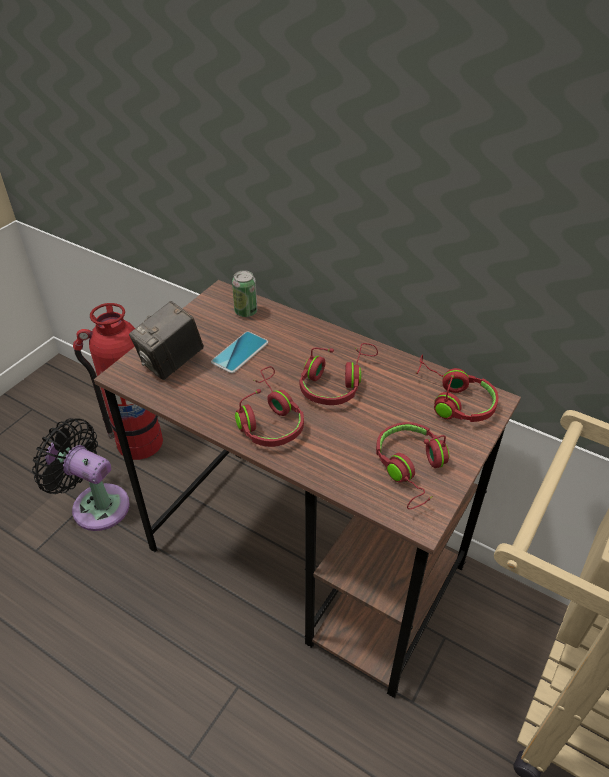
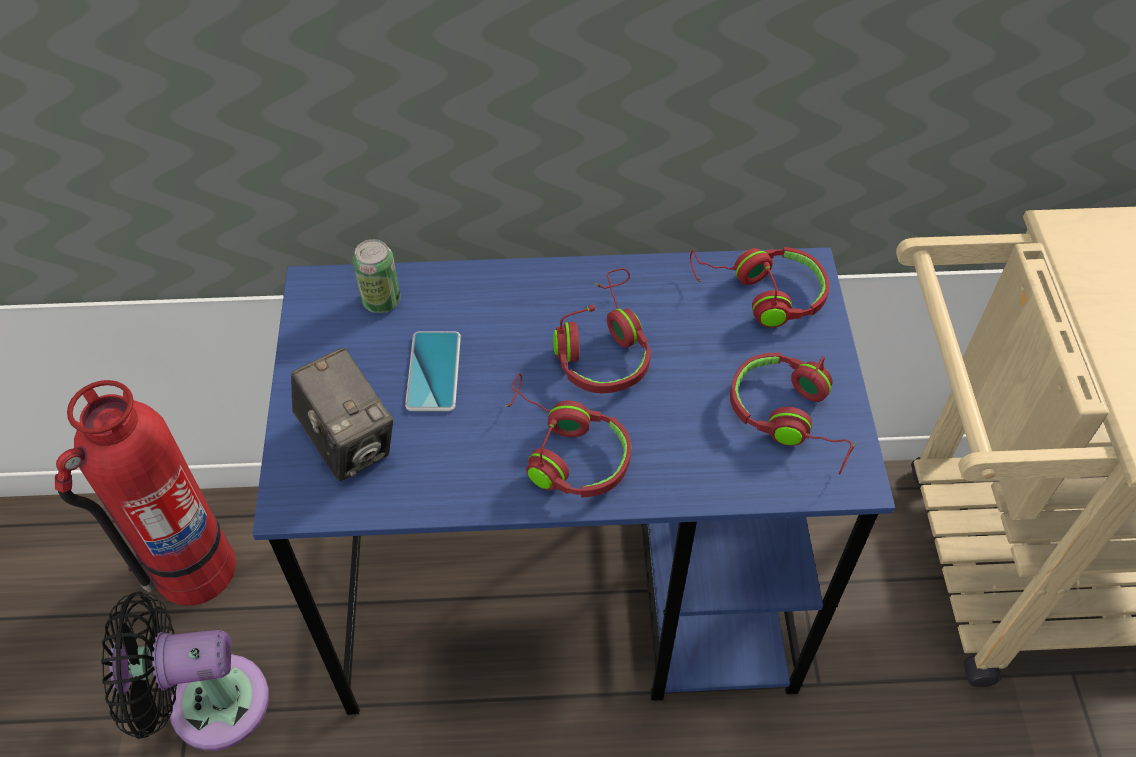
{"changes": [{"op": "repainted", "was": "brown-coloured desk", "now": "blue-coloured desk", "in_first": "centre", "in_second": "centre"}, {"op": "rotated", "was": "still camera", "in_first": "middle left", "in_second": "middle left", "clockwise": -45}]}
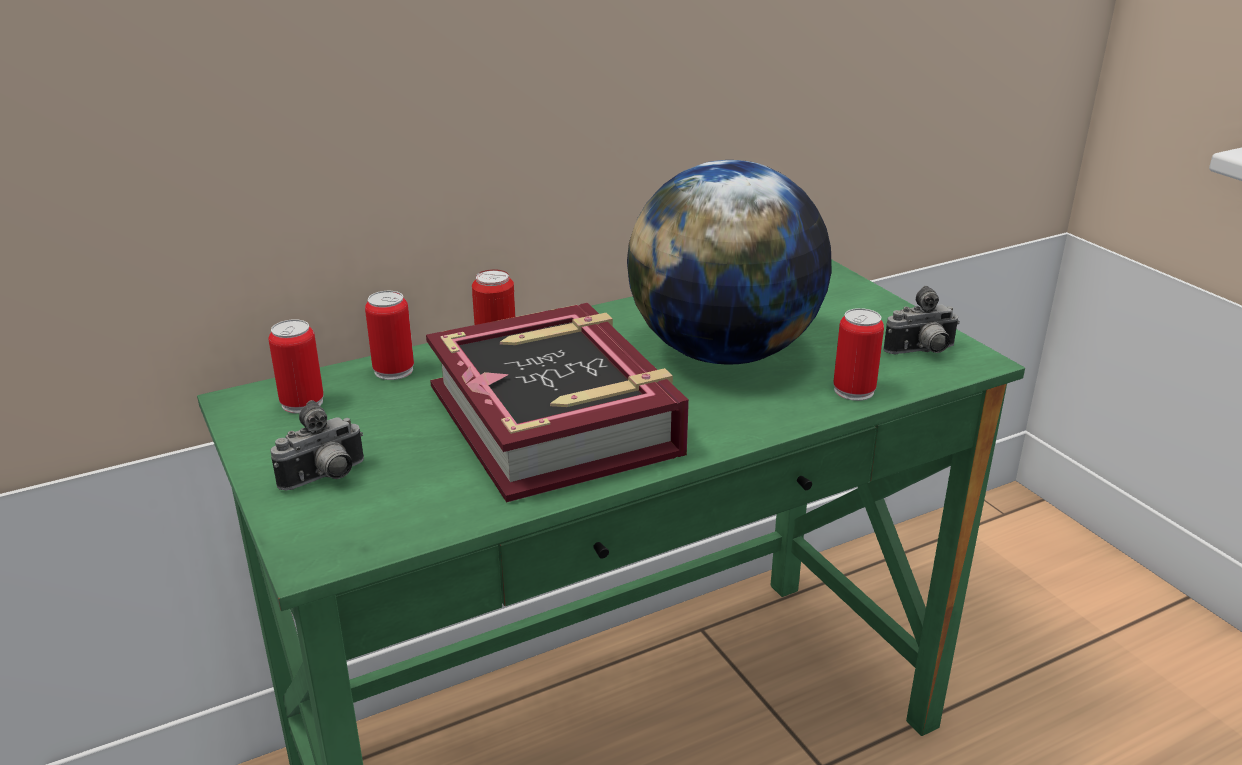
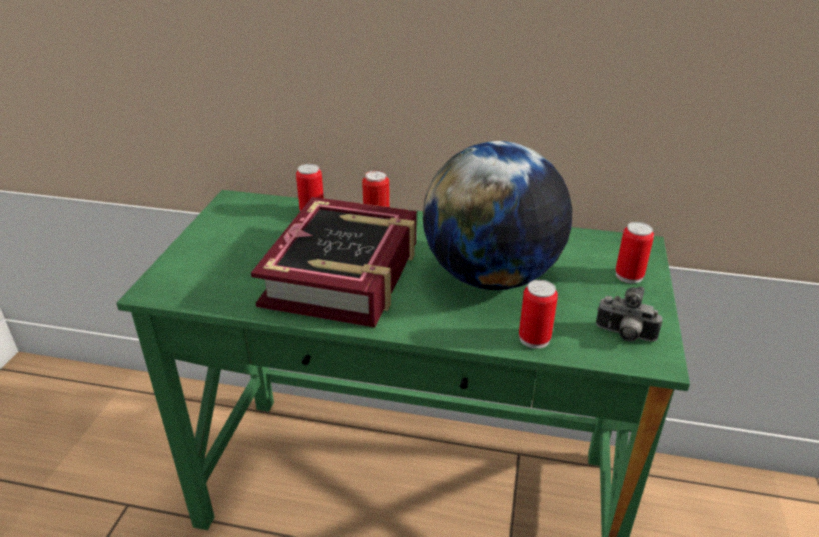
{"changes": [{"op": "shifted", "was": "metal can (no. 1 from left in the first image)", "now": "metal can (no. 4 from left)", "in_first": "middle left", "in_second": "middle right"}, {"op": "gone", "was": "still camera (no. 1 from left)", "in_first": "middle left"}]}
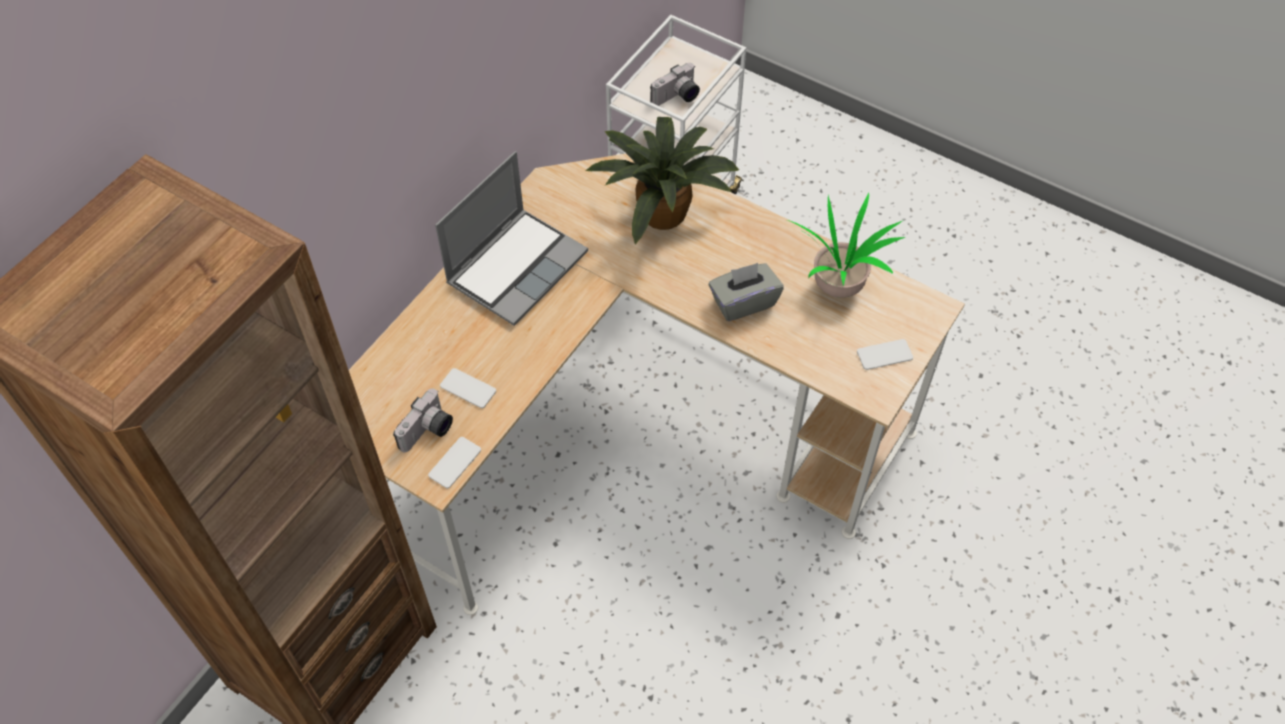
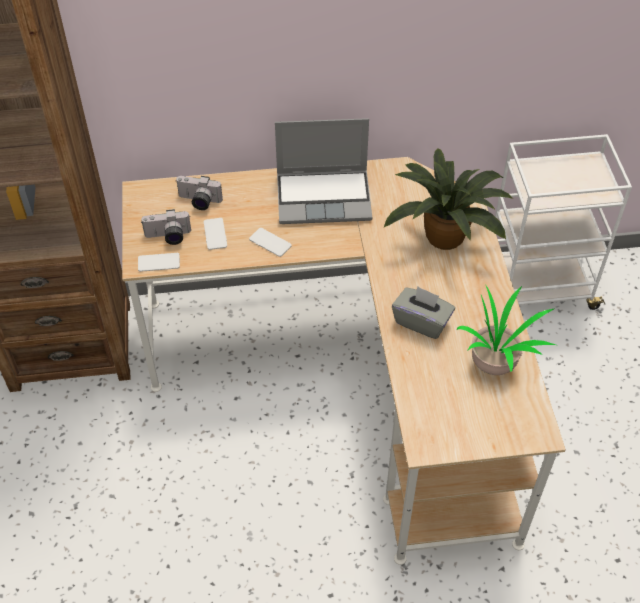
{"changes": [{"op": "shifted", "was": "still camera (no. 2 from left)", "in_first": "top centre", "in_second": "top left"}, {"op": "shifted", "was": "phone (no. 3 from left)", "in_first": "middle right", "in_second": "centre"}]}
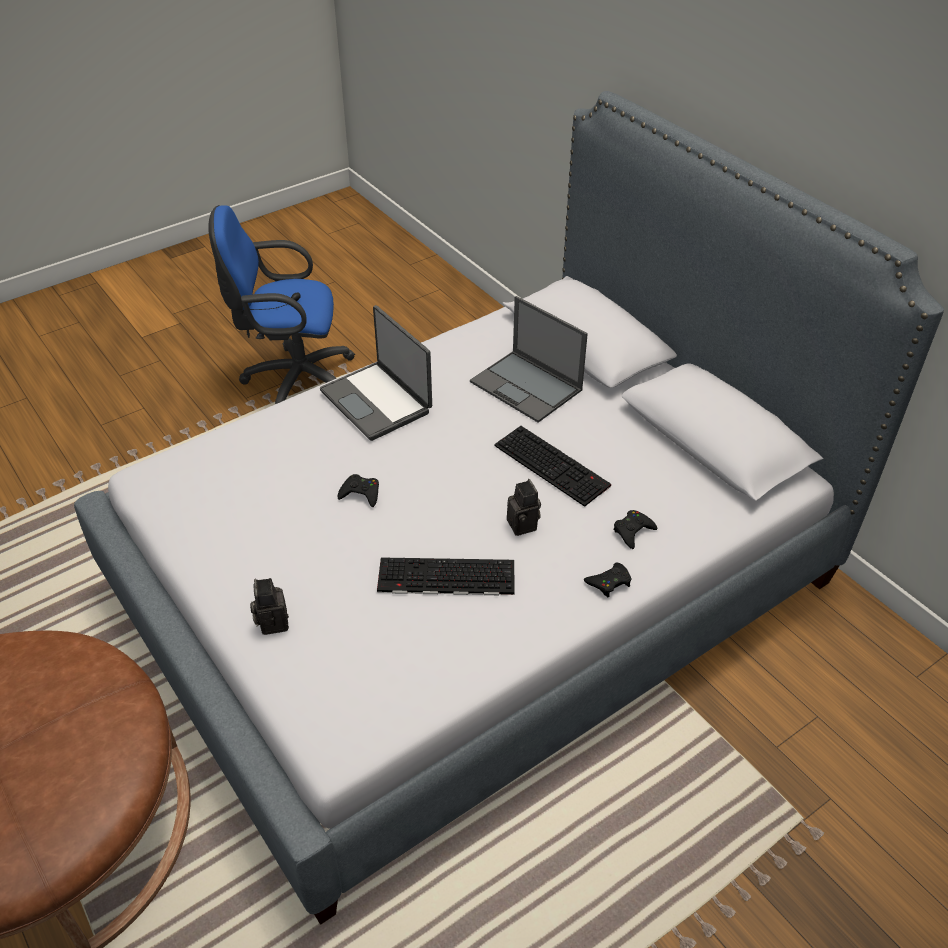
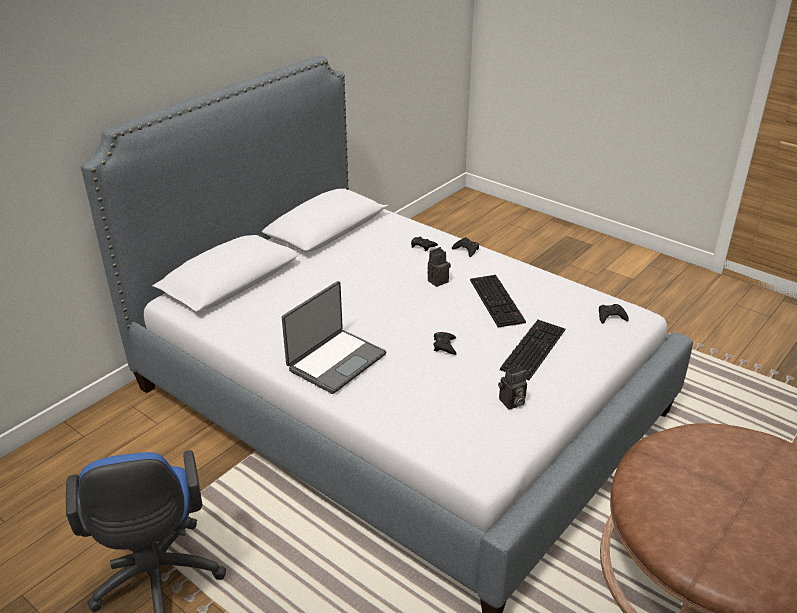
{"changes": [{"op": "shifted", "was": "still camera (no. 1 from left in the first image)", "now": "still camera (no. 2 from left)", "in_first": "middle left", "in_second": "centre"}, {"op": "shifted", "was": "computer keyboard (no. 2 from left)", "in_first": "centre", "in_second": "middle right"}, {"op": "new", "now": "black gamepad (no. 4 from left)", "in_second": "middle right"}, {"op": "gone", "was": "portable computer (no. 2 from left)", "in_first": "centre"}]}
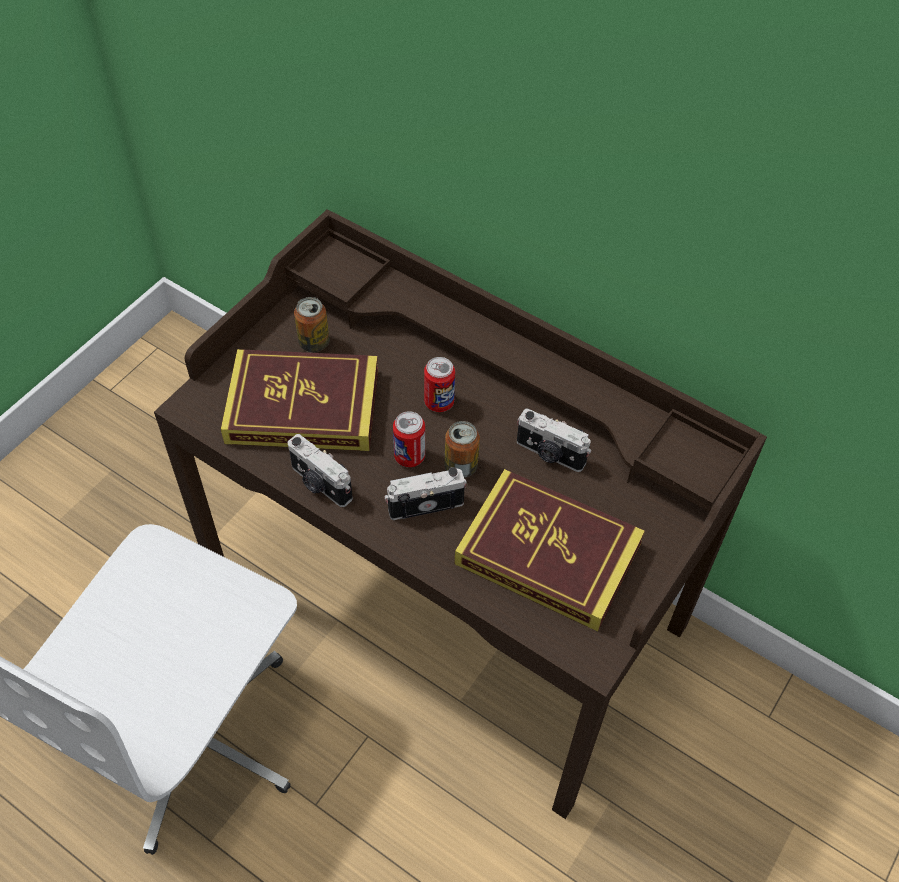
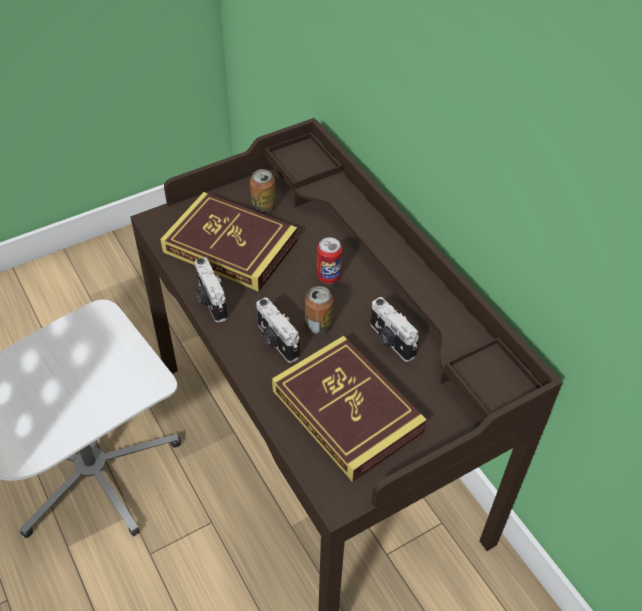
{"changes": [{"op": "rotated", "was": "still camera (no. 2 from left)", "in_first": "centre", "in_second": "centre", "clockwise": -135}, {"op": "gone", "was": "metal can (no. 2 from left)", "in_first": "centre"}]}
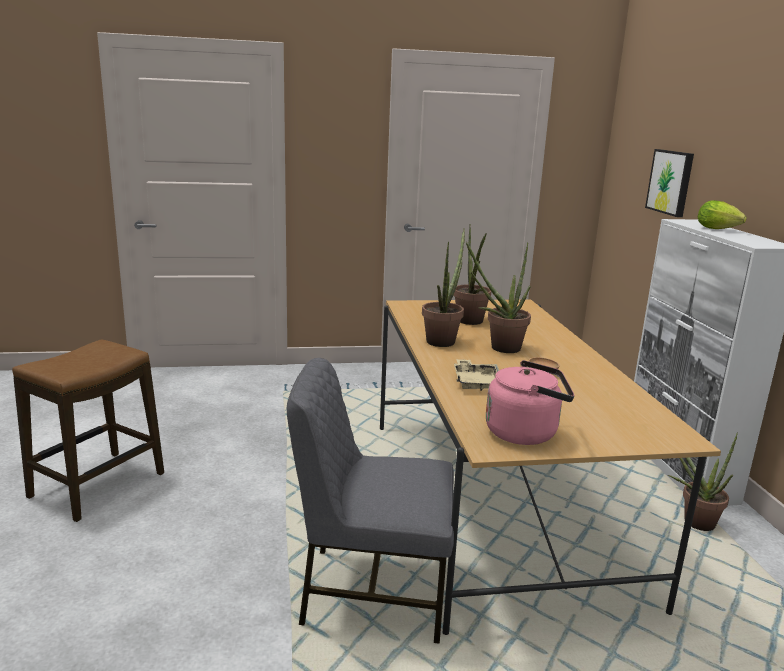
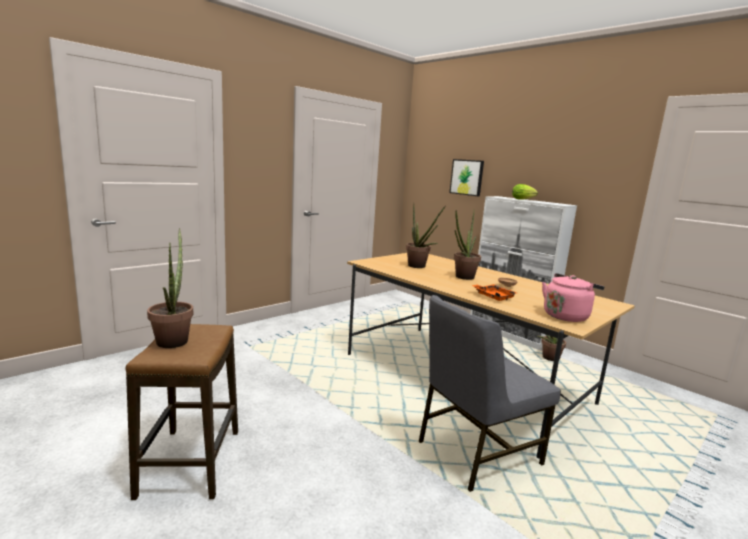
{"changes": [{"op": "shifted", "was": "potted plant (no. 1 from left)", "in_first": "centre", "in_second": "middle left"}, {"op": "repainted", "was": "beige-coloured carrying tray", "now": "orange-coloured carrying tray", "in_first": "centre", "in_second": "centre"}]}
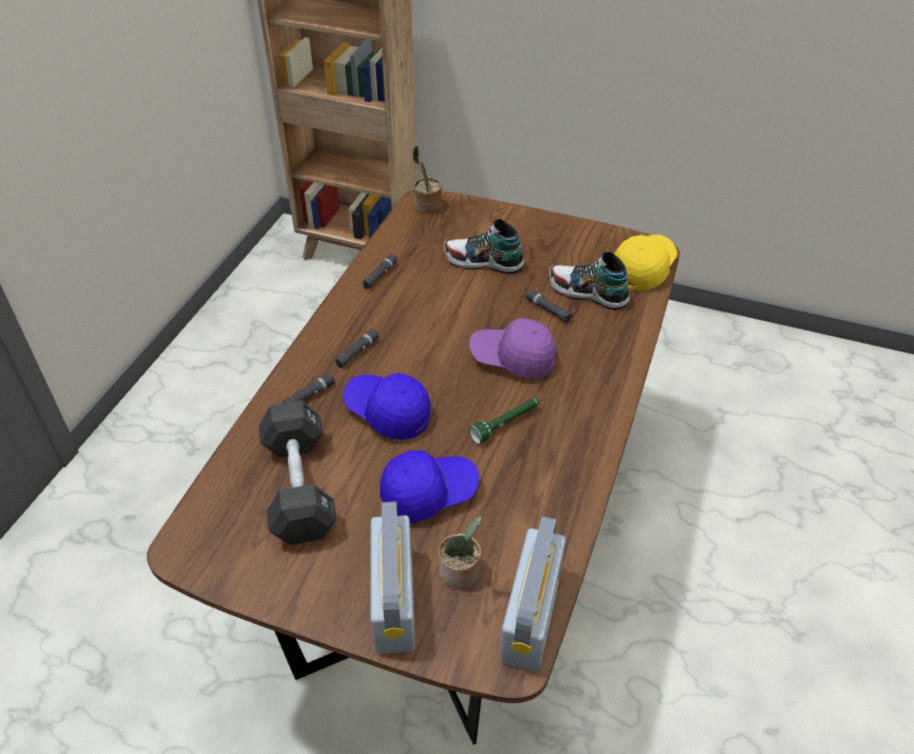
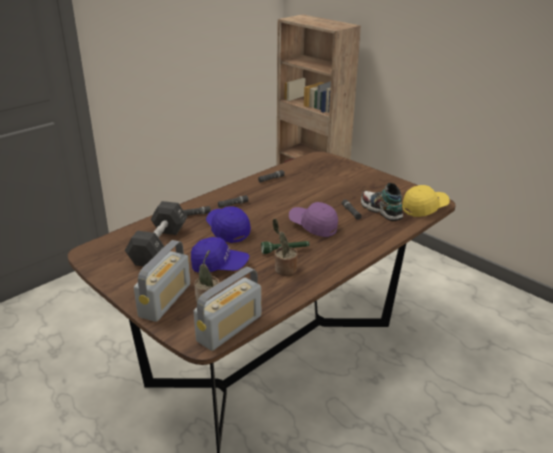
{"changes": [{"op": "shifted", "was": "potted plant (no. 1 from left in the first image)", "now": "potted plant (no. 2 from left)", "in_first": "top centre", "in_second": "centre"}, {"op": "gone", "was": "shoe (no. 1 from left)", "in_first": "top centre"}]}
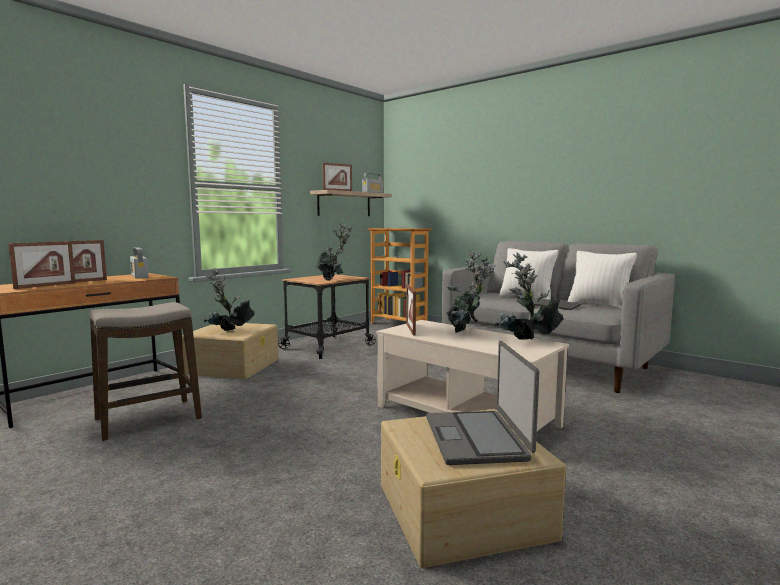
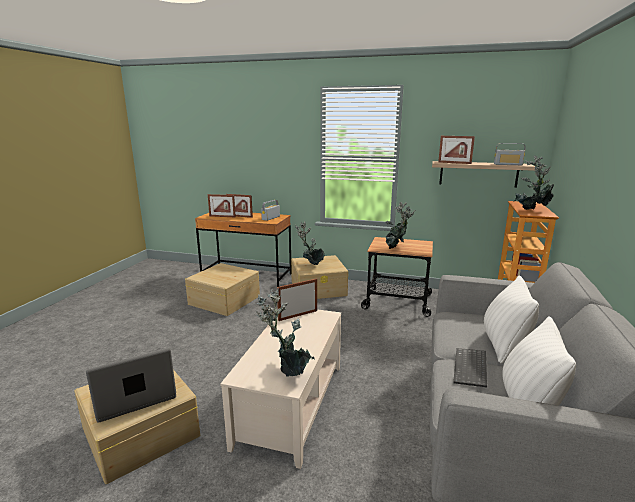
{"changes": [{"op": "swapped", "was": "stool seat", "now": "beige-coloured storage container (no. 2 from left)", "in_first": "middle left", "in_second": "centre"}, {"op": "shifted", "was": "potted plant (no. 3 from left in the first image)", "now": "potted plant (no. 4 from left)", "in_first": "centre", "in_second": "middle right"}]}
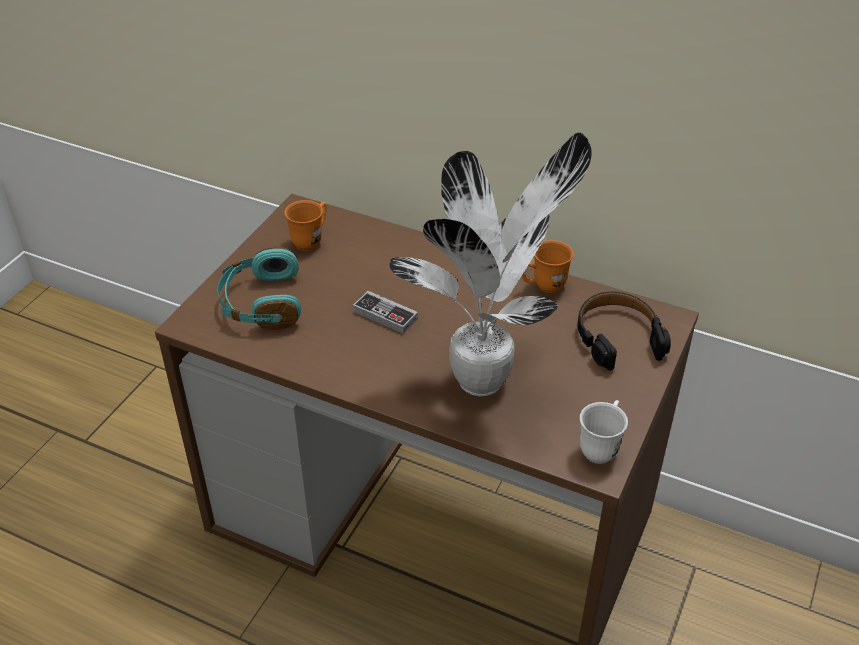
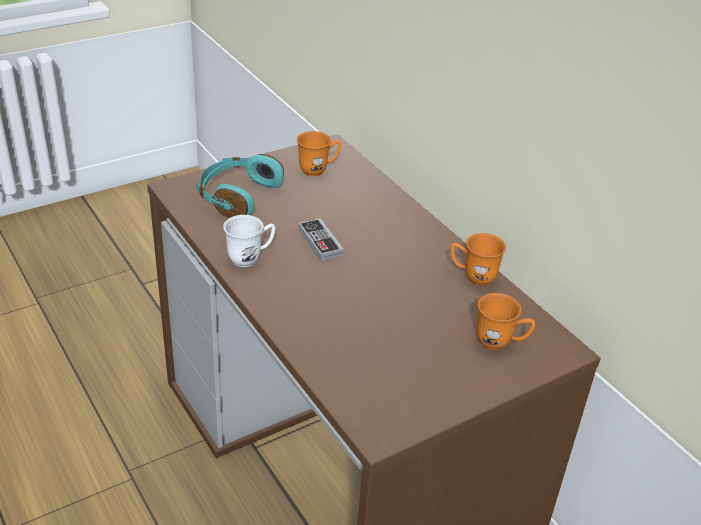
{"changes": [{"op": "shifted", "was": "white-coloured mug", "in_first": "bottom right", "in_second": "centre"}, {"op": "swapped", "was": "black headphones", "now": "orange-coloured mug (no. 3 from left)", "in_first": "middle right", "in_second": "middle right"}, {"op": "gone", "was": "potted plant", "in_first": "centre"}]}
